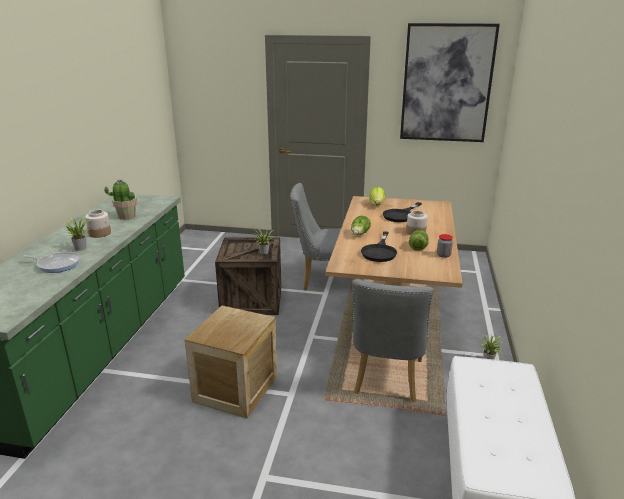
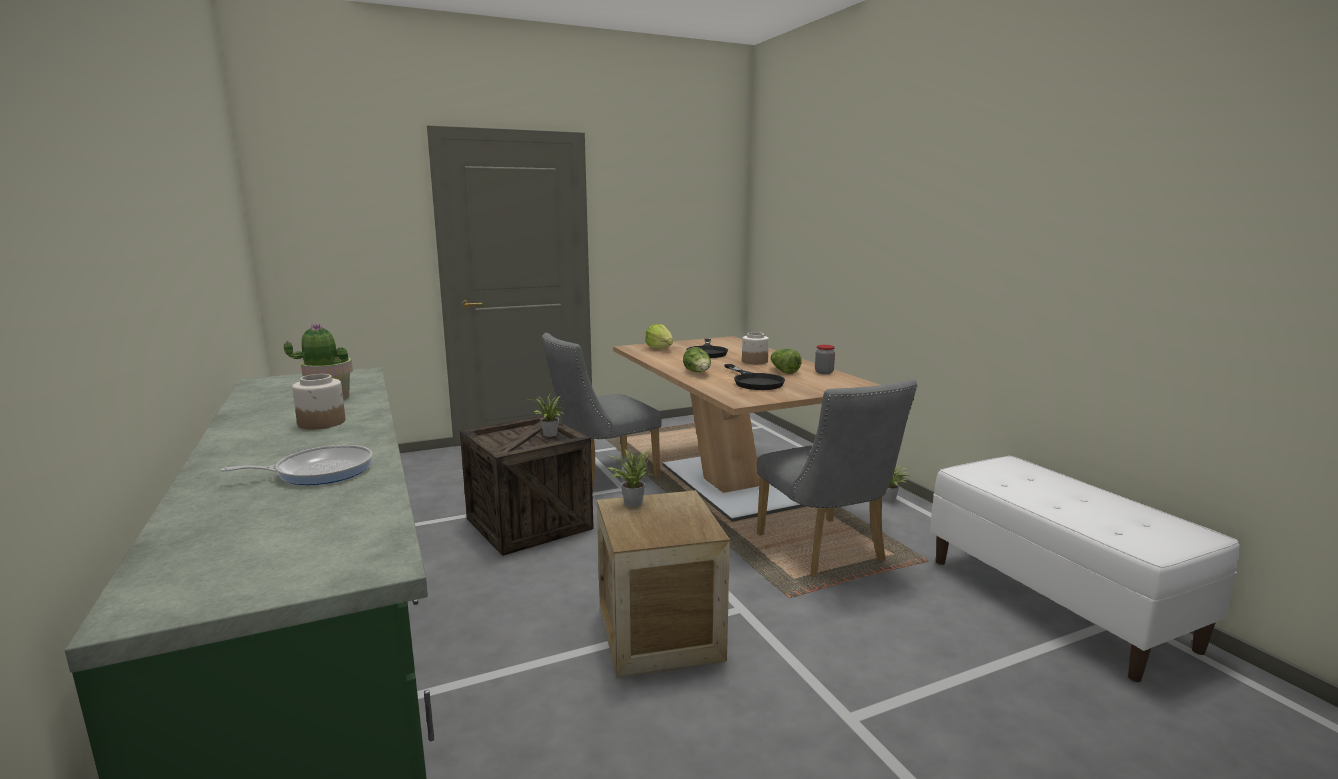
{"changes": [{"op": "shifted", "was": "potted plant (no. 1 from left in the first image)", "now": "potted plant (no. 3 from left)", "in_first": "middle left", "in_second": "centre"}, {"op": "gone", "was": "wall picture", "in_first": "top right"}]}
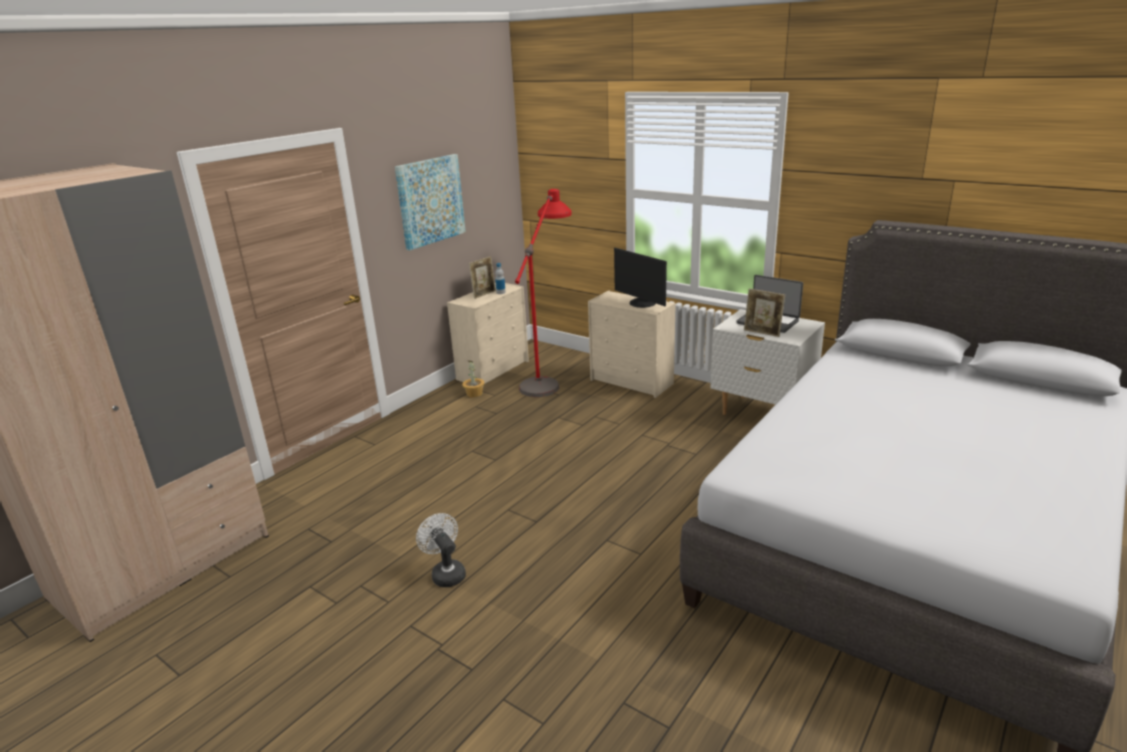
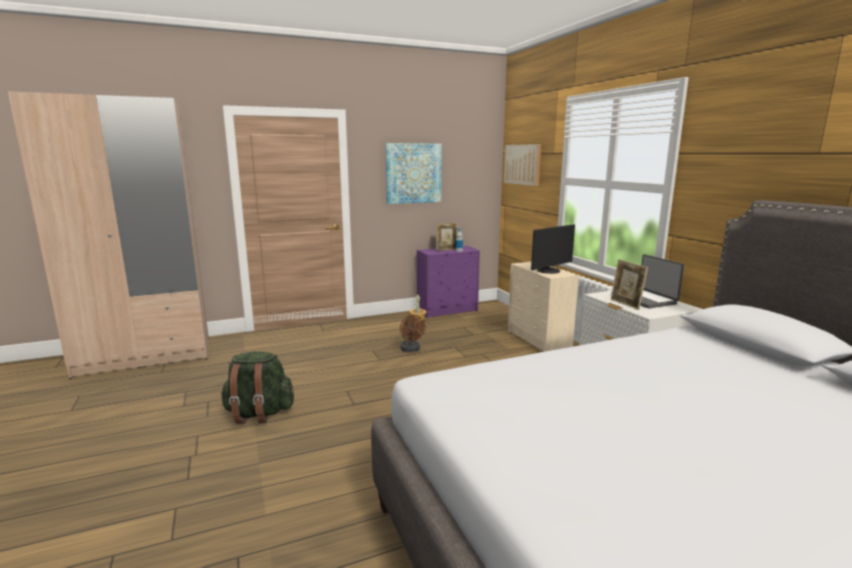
{"changes": [{"op": "swapped", "was": "white-coloured cooling fan", "now": "greenish backpack", "in_first": "bottom centre", "in_second": "bottom left"}, {"op": "new", "now": "brown-coloured cooling fan", "in_second": "centre"}, {"op": "repainted", "was": "beige-coloured chest of drawers (no. 1 from left)", "now": "purple chest of drawers", "in_first": "centre", "in_second": "centre"}, {"op": "new", "now": "wall picture (no. 2 from left)", "in_second": "top centre"}, {"op": "rotated", "was": "monitor", "in_first": "centre", "in_second": "centre", "clockwise": -120}, {"op": "gone", "was": "red standing lamp", "in_first": "centre"}]}
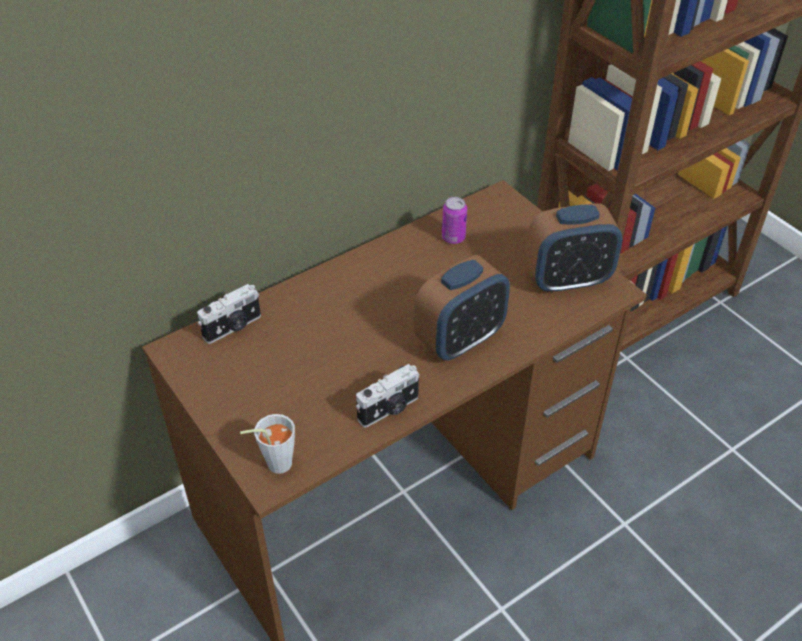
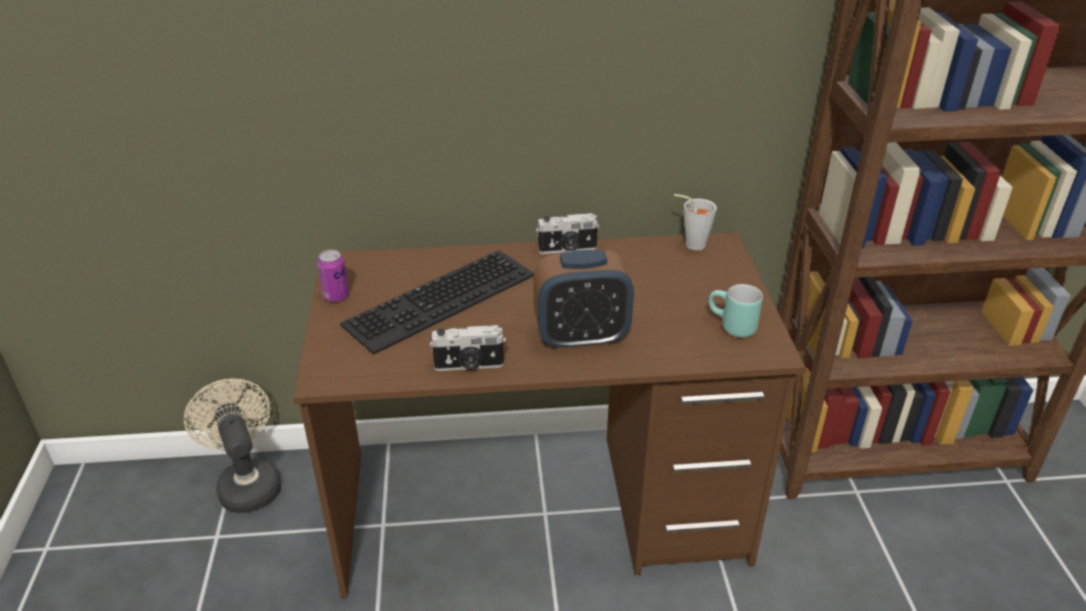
{"changes": [{"op": "new", "now": "beige-coloured cooling fan", "in_second": "bottom left"}, {"op": "shifted", "was": "metal can", "in_first": "centre", "in_second": "middle left"}, {"op": "new", "now": "computer keyboard", "in_second": "centre"}, {"op": "shifted", "was": "still camera (no. 1 from left in the first image)", "now": "still camera (no. 2 from left)", "in_first": "middle left", "in_second": "centre"}, {"op": "shifted", "was": "grey cup", "in_first": "bottom left", "in_second": "centre"}, {"op": "swapped", "was": "bedside clock (no. 2 from left)", "now": "blue-green mug", "in_first": "middle right", "in_second": "middle right"}]}
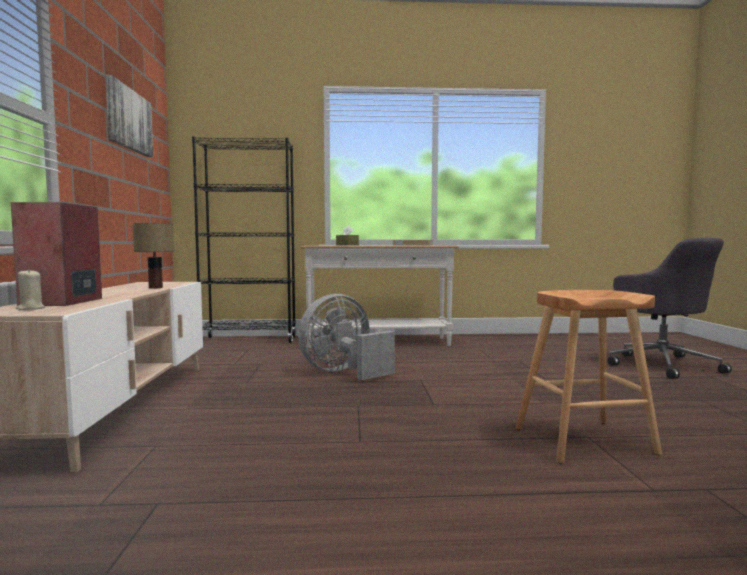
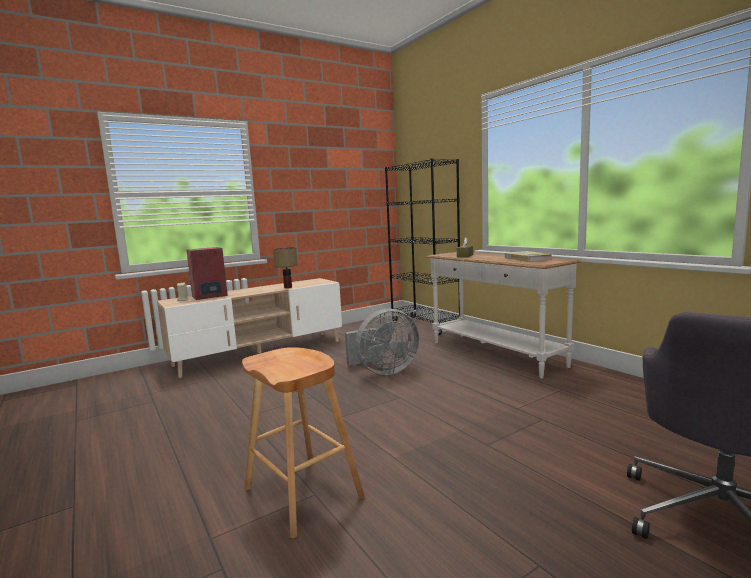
{"changes": [{"op": "rotated", "was": "grey cooling fan", "in_first": "centre", "in_second": "centre", "clockwise": 135}, {"op": "gone", "was": "wall picture", "in_first": "top left"}]}
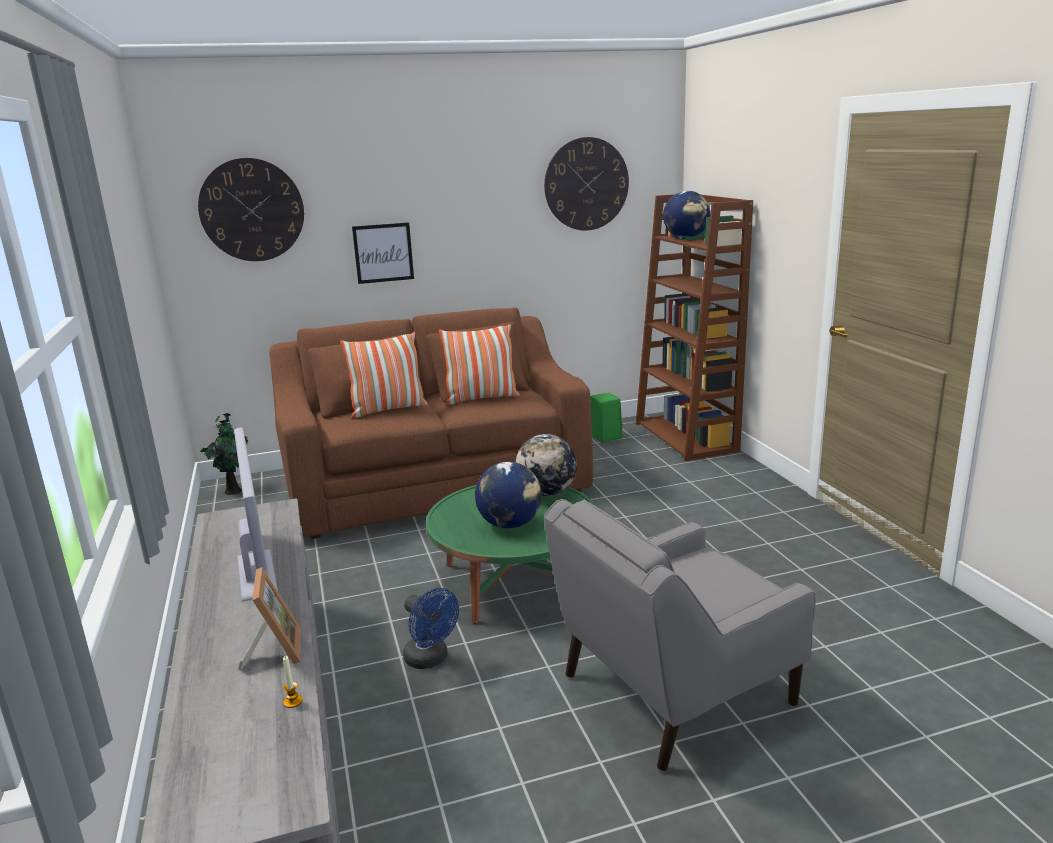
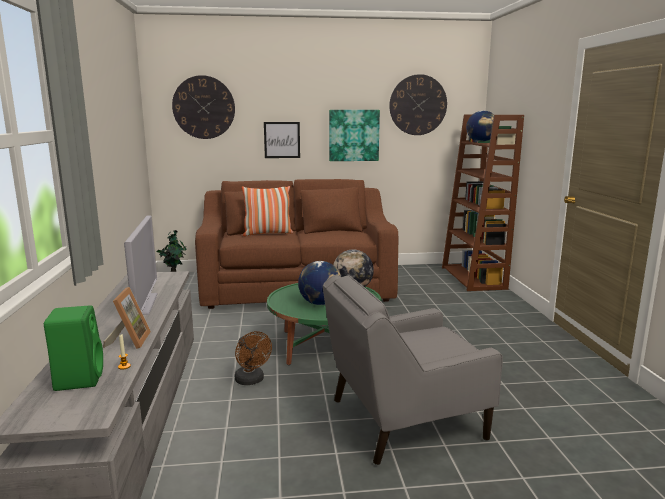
{"changes": [{"op": "shifted", "was": "greenish audio speaker", "in_first": "centre", "in_second": "bottom left"}, {"op": "repainted", "was": "blue-coloured cooling fan", "now": "brown-coloured cooling fan", "in_first": "bottom centre", "in_second": "bottom centre"}, {"op": "new", "now": "wall picture (no. 2 from left)", "in_second": "top centre"}, {"op": "gone", "was": "cushion (no. 2 from left)", "in_first": "centre"}]}
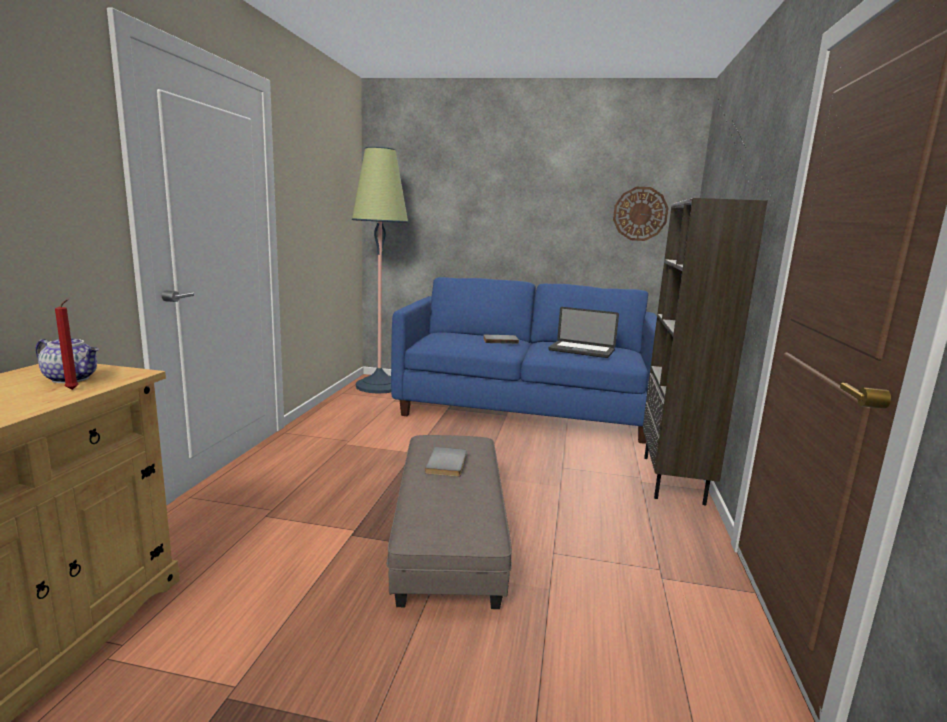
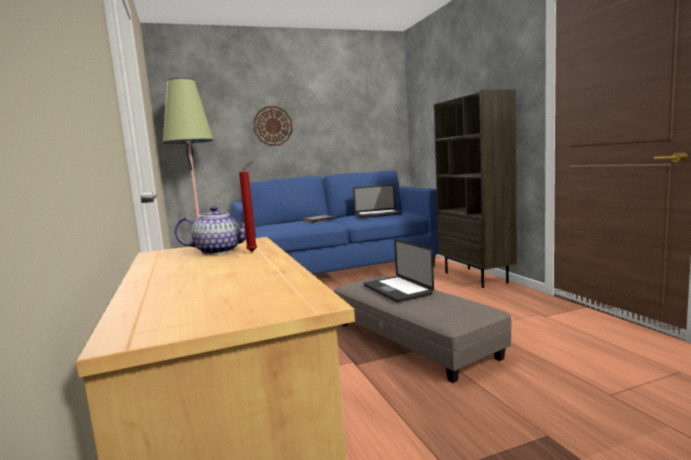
{"changes": [{"op": "shifted", "was": "wall clock", "in_first": "top right", "in_second": "top centre"}, {"op": "swapped", "was": "grey bound book (no. 1 from left)", "now": "portable computer (no. 2 from left)", "in_first": "centre", "in_second": "centre"}]}
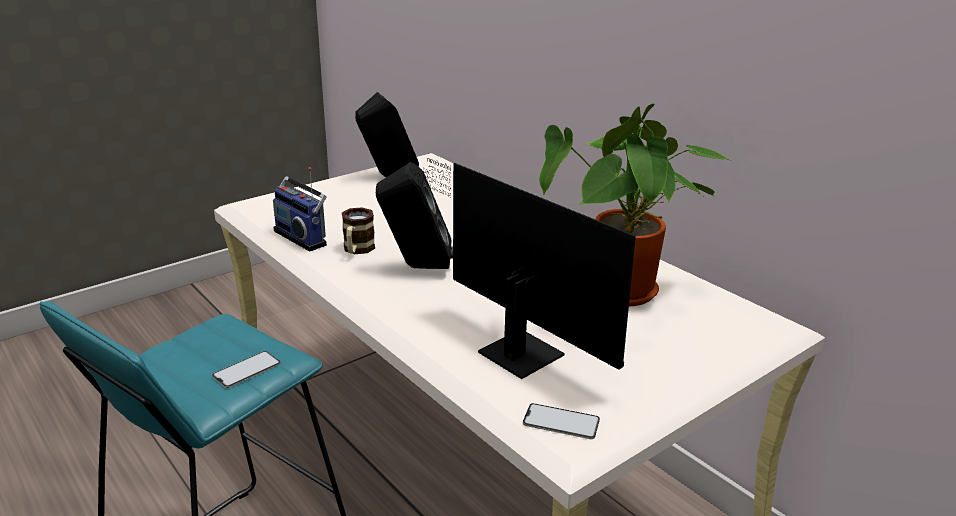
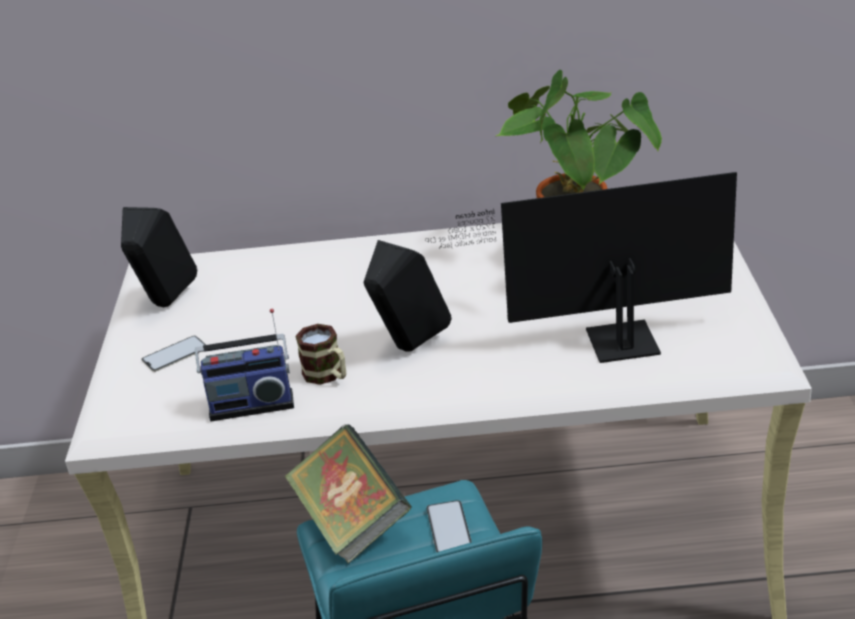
{"changes": [{"op": "shifted", "was": "phone (no. 2 from left in the first image)", "now": "phone (no. 1 from left)", "in_first": "bottom centre", "in_second": "middle left"}, {"op": "new", "now": "bound book", "in_second": "bottom centre"}]}
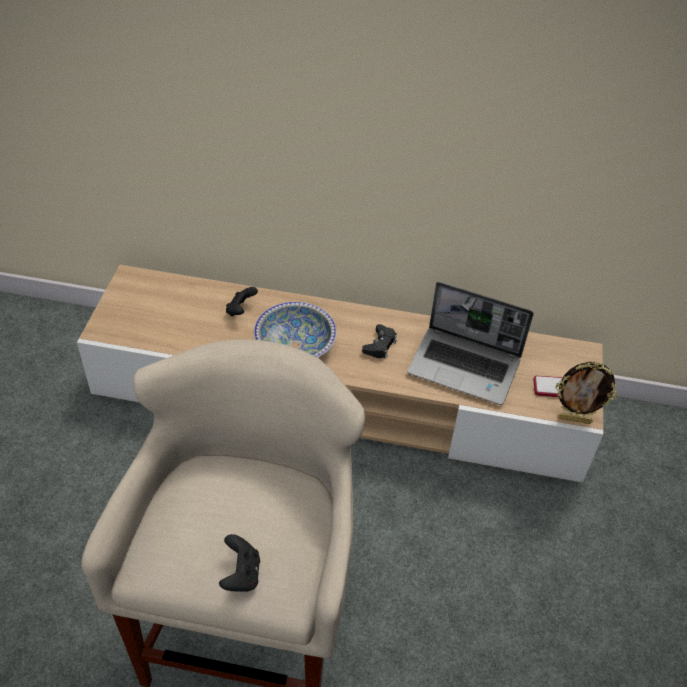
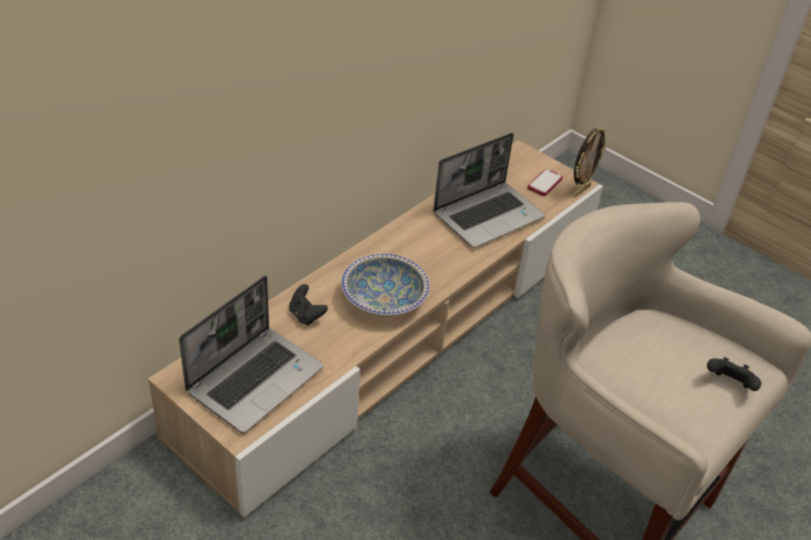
{"changes": [{"op": "new", "now": "portable computer (no. 1 from left)", "in_second": "middle left"}, {"op": "gone", "was": "black gamepad (no. 3 from left)", "in_first": "centre"}]}
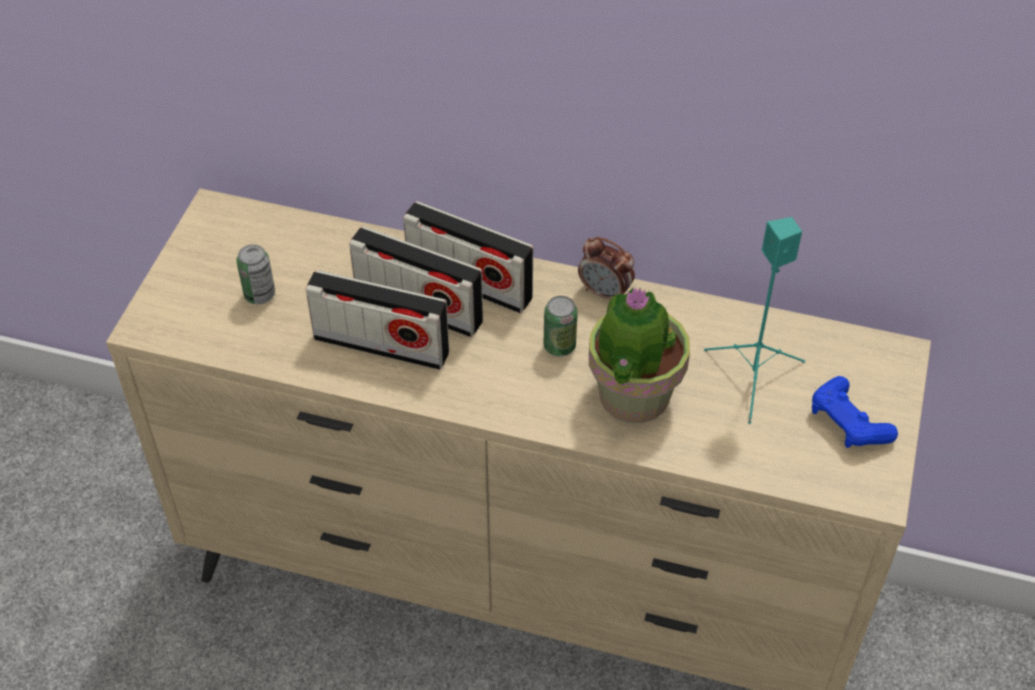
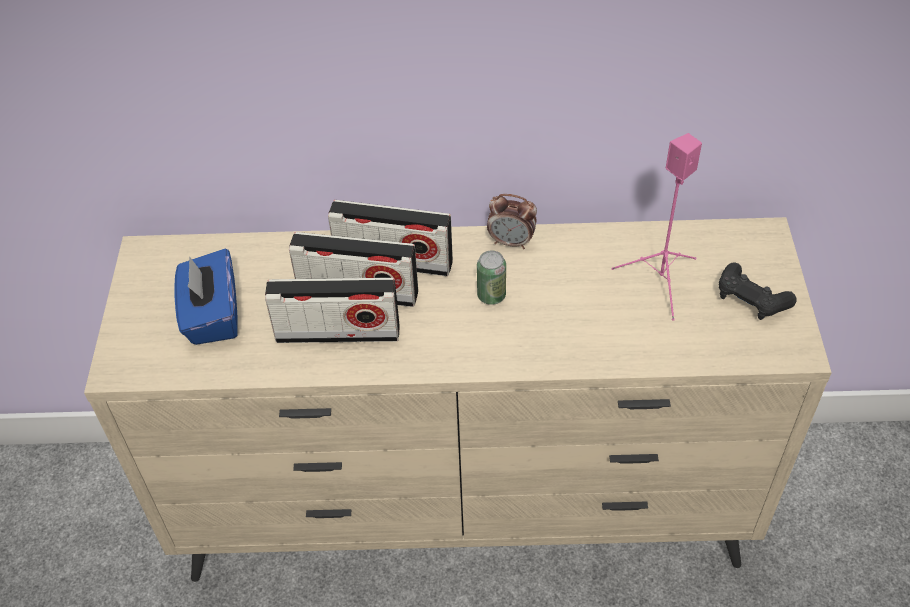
{"changes": [{"op": "swapped", "was": "metal can (no. 1 from left)", "now": "blue-coloured box of tissues", "in_first": "middle left", "in_second": "middle left"}, {"op": "repainted", "was": "blue-green audio speaker", "now": "pinkish audio speaker", "in_first": "middle right", "in_second": "middle right"}, {"op": "repainted", "was": "blue-coloured gamepad", "now": "black gamepad", "in_first": "middle right", "in_second": "middle right"}, {"op": "gone", "was": "potted plant", "in_first": "centre"}]}
